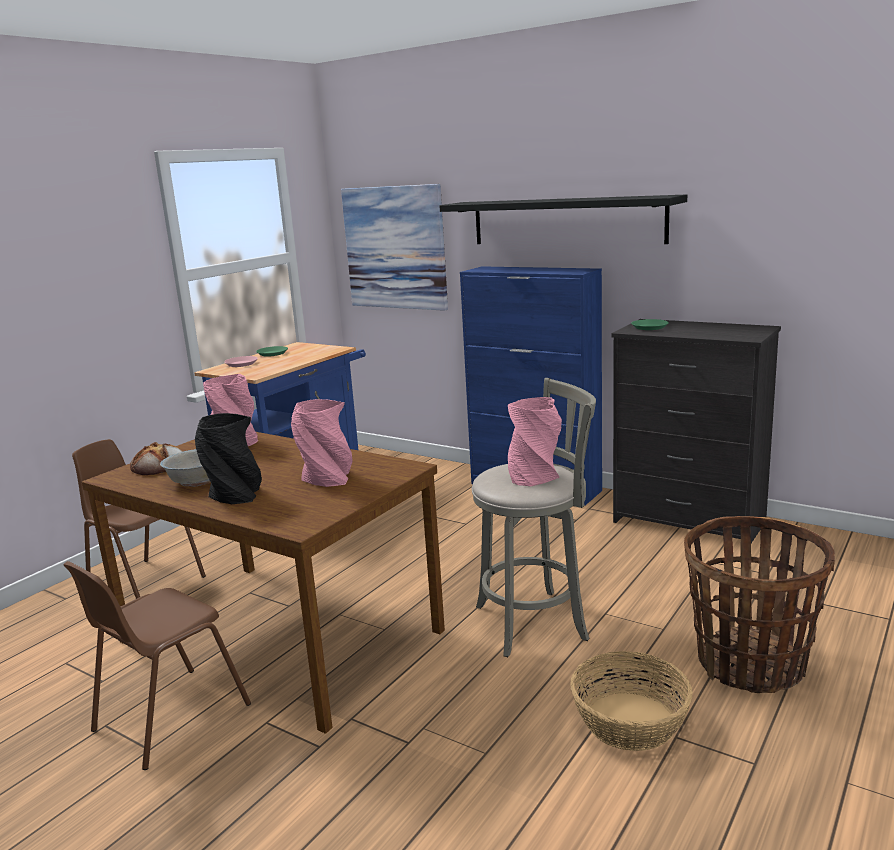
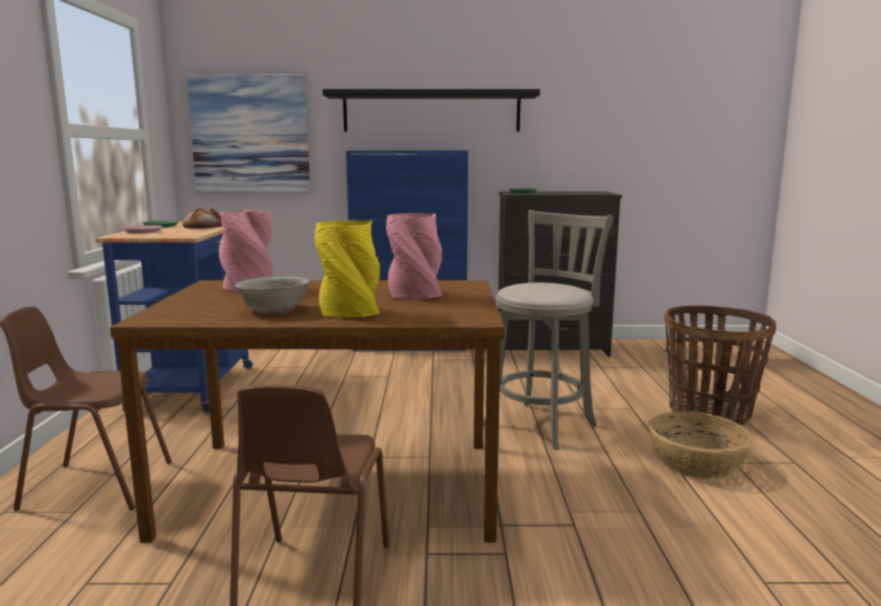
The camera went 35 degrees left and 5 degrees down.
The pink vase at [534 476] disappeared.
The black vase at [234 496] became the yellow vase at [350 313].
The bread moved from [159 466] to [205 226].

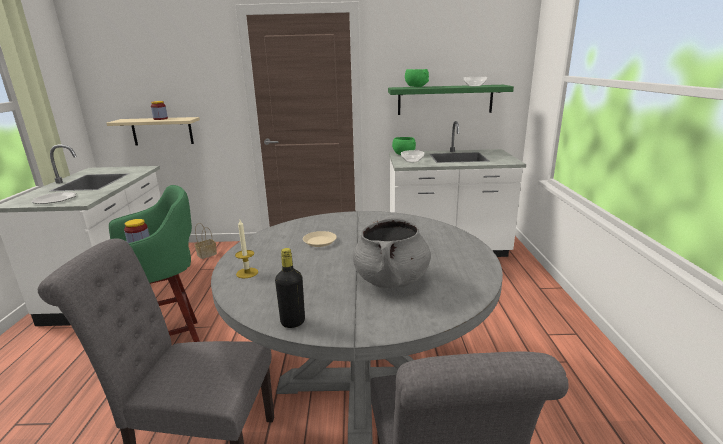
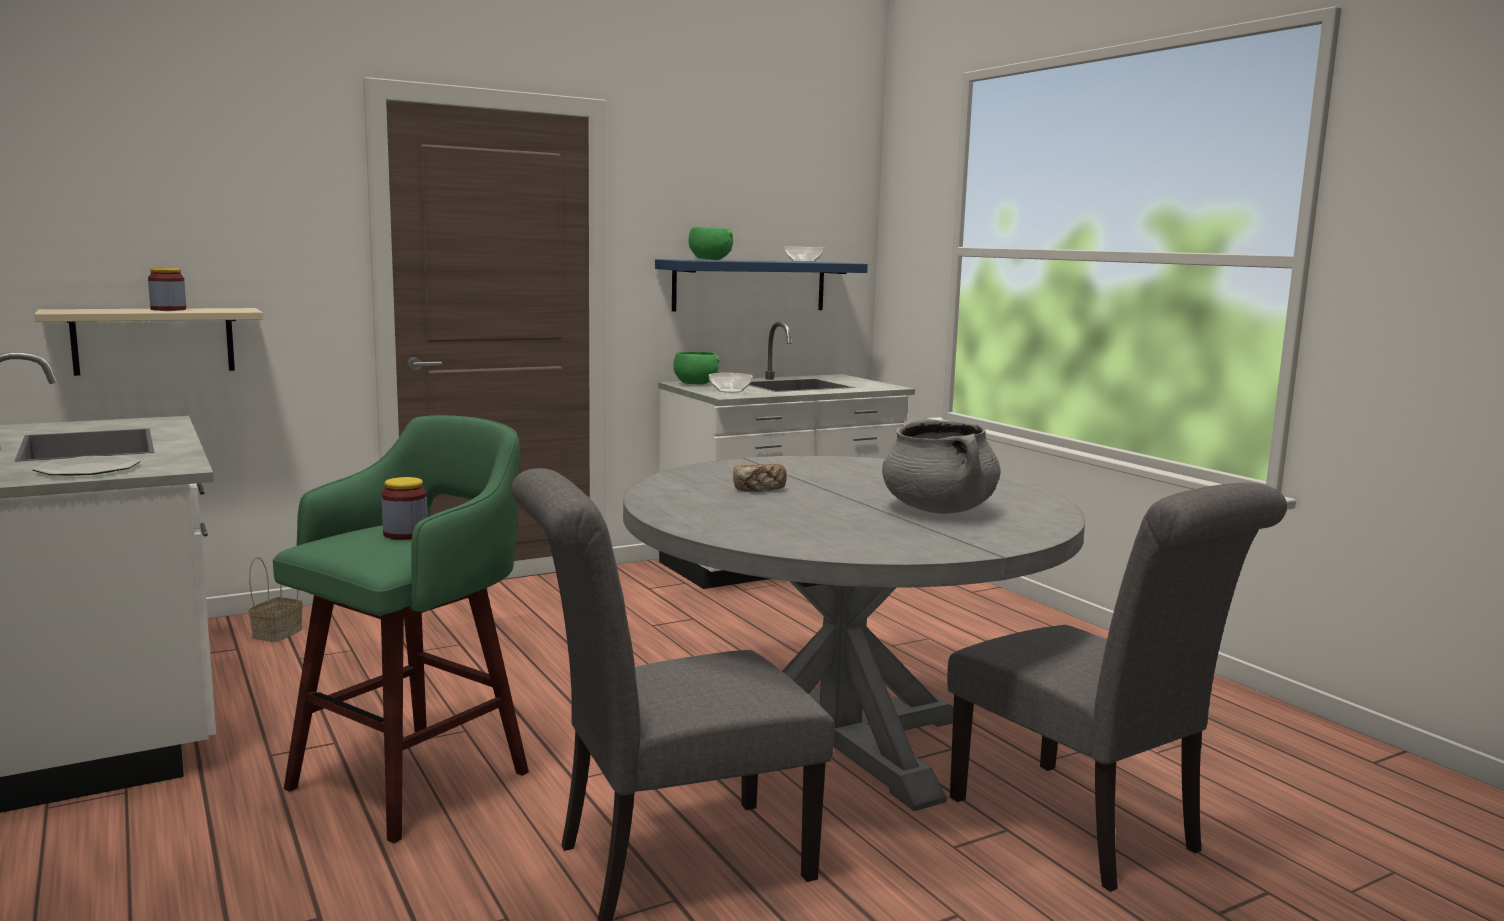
The camera went 30 degrees left and 10 degrees down.
The green shelf at [445 100] became the blue shelf at [750 285].
The candle at [247 273] disappeared.
The beige plate at [319 241] was replaced by the bread at [759 490].
The black bottle at [293 322] disappeared.

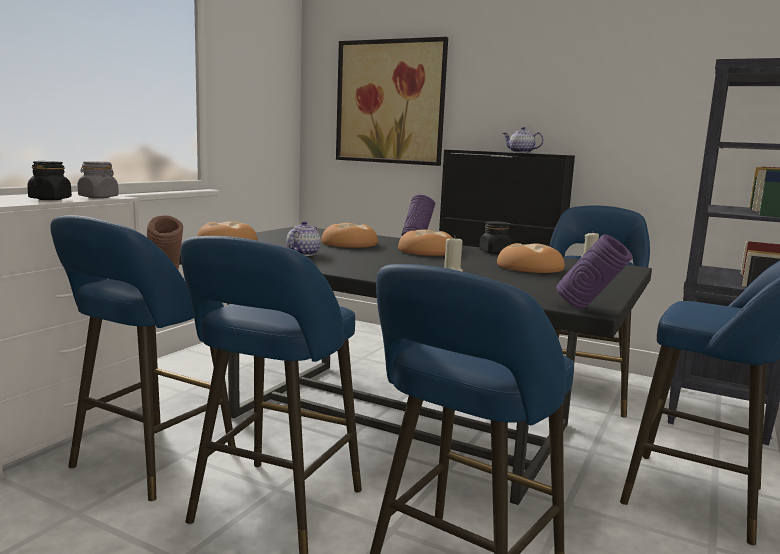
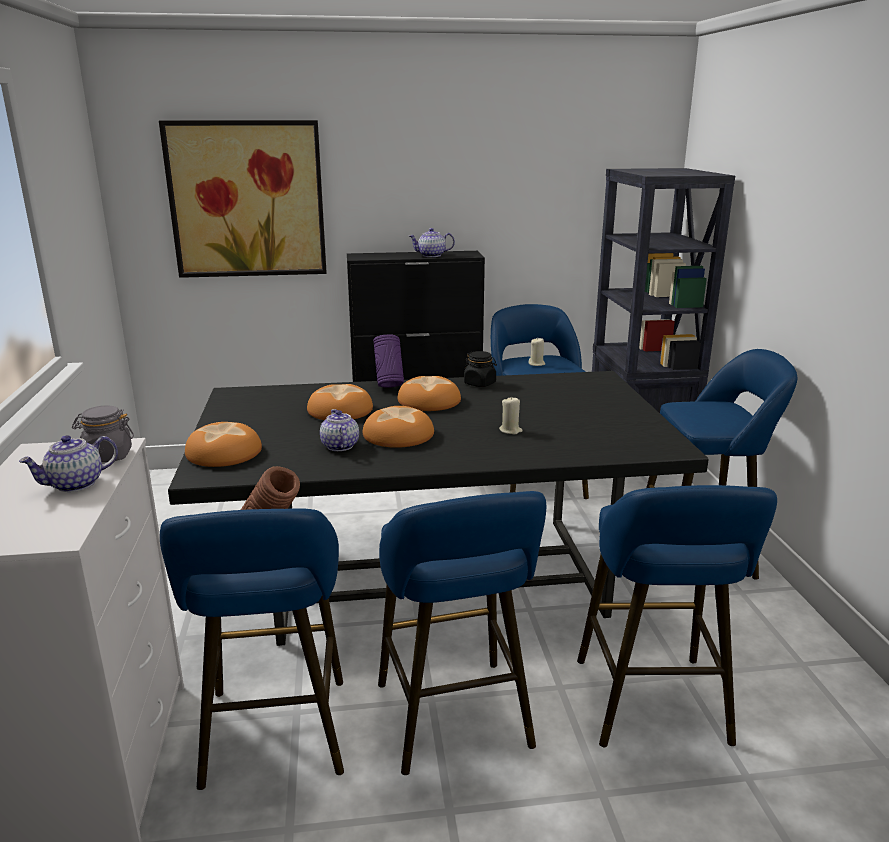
The camera went 35 degrees left and 10 degrees up.
The black jar at [50 199] was replaced by the teapot at [75 484].
The purple vase at [589 309] disappeared.
The bread moved from [530 267] to [399 435].

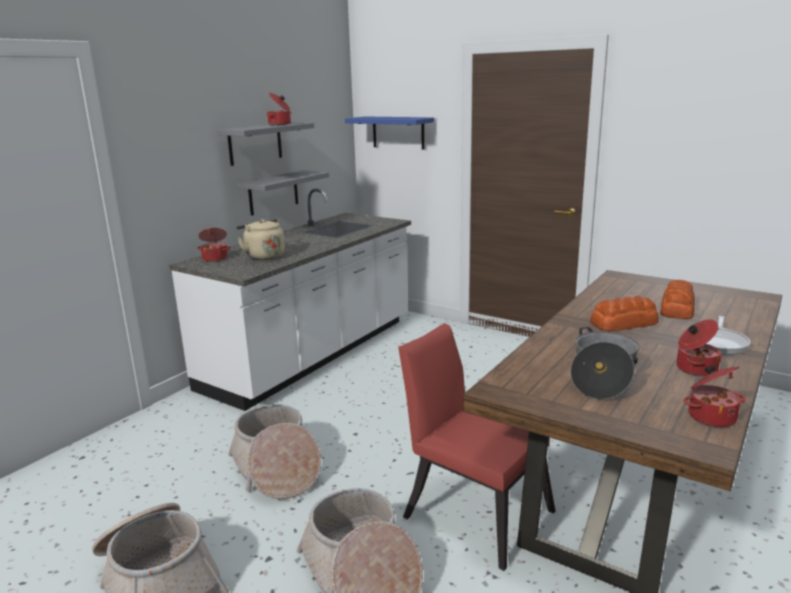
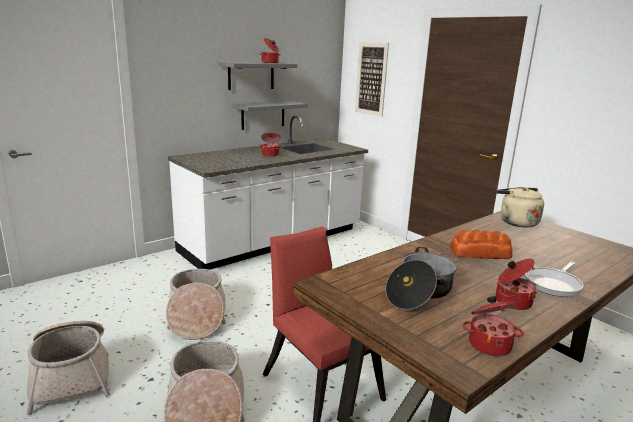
The camera went 15 degrees right and 0 degrees up.
The blue shelf at [398 132] was replaced by the picture at [371 79].
The beige kettle moved from [263 256] to [516 222].
The cooking pot moved from [215 258] to [270 154].
The bread at [677 308] disappeared.

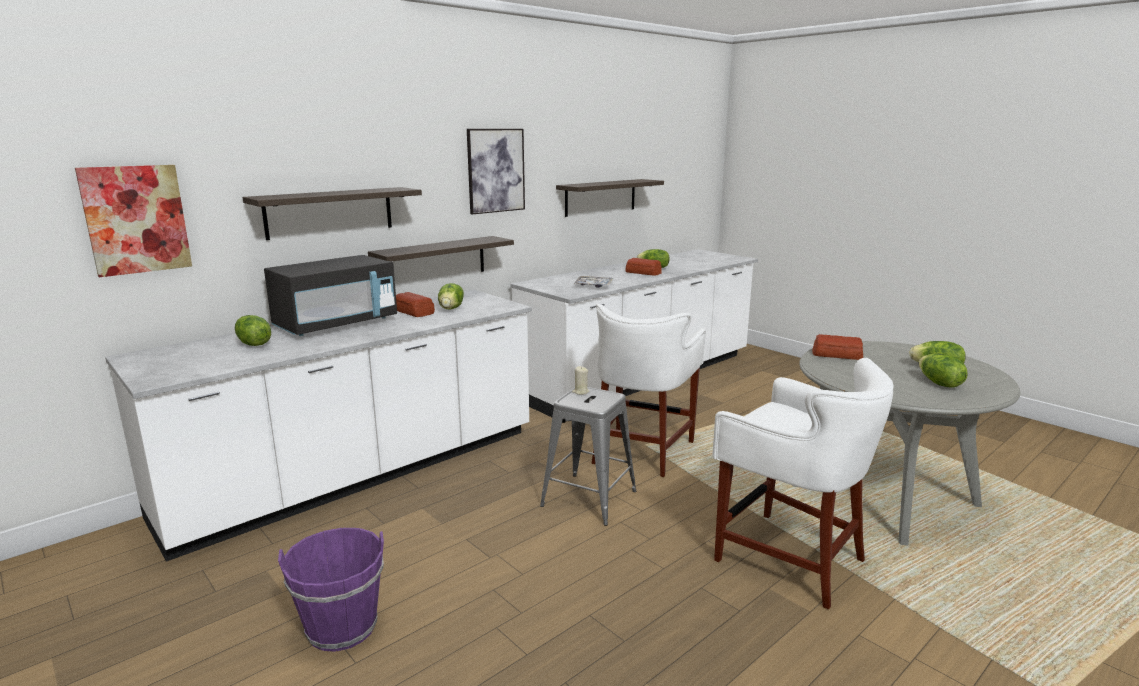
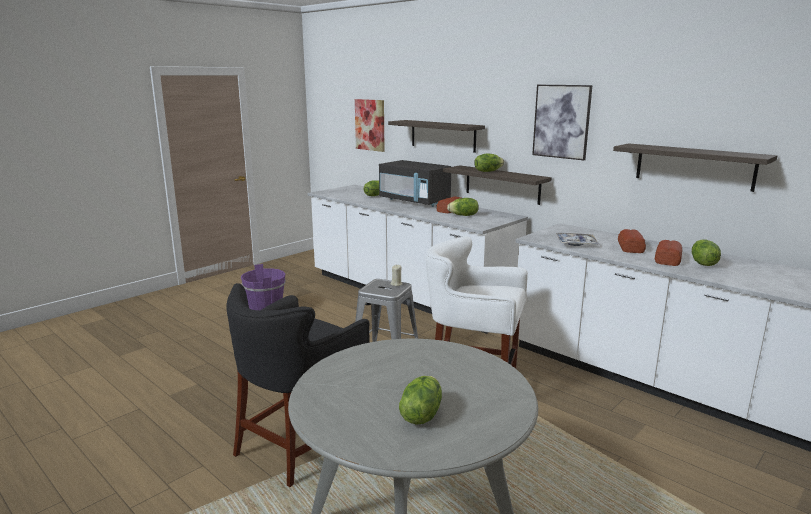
The camera went 85 degrees right and 0 degrees up.
The bread moved from [836 354] to [631 247].
The lettuce moved from [939 383] to [488 171].
The white stool at [789 558] became the black stool at [300 446].

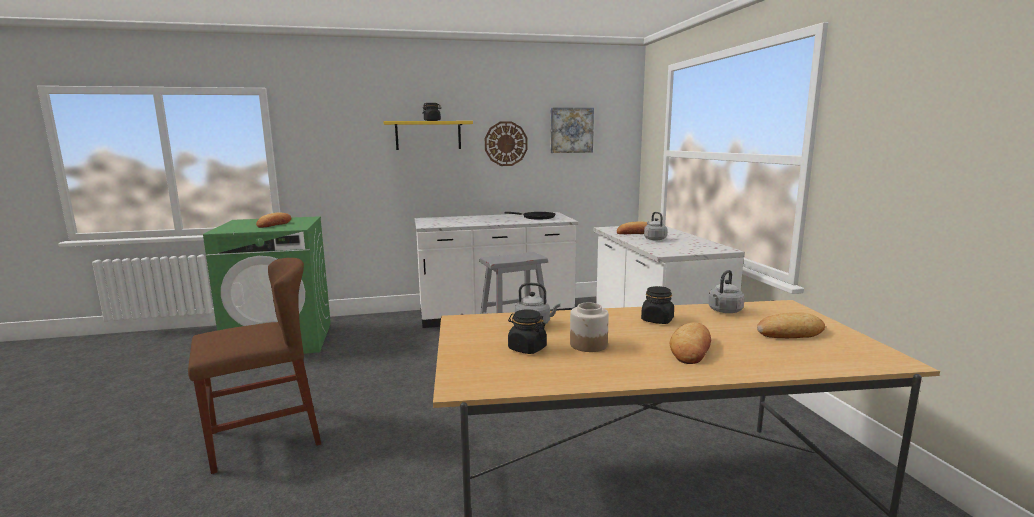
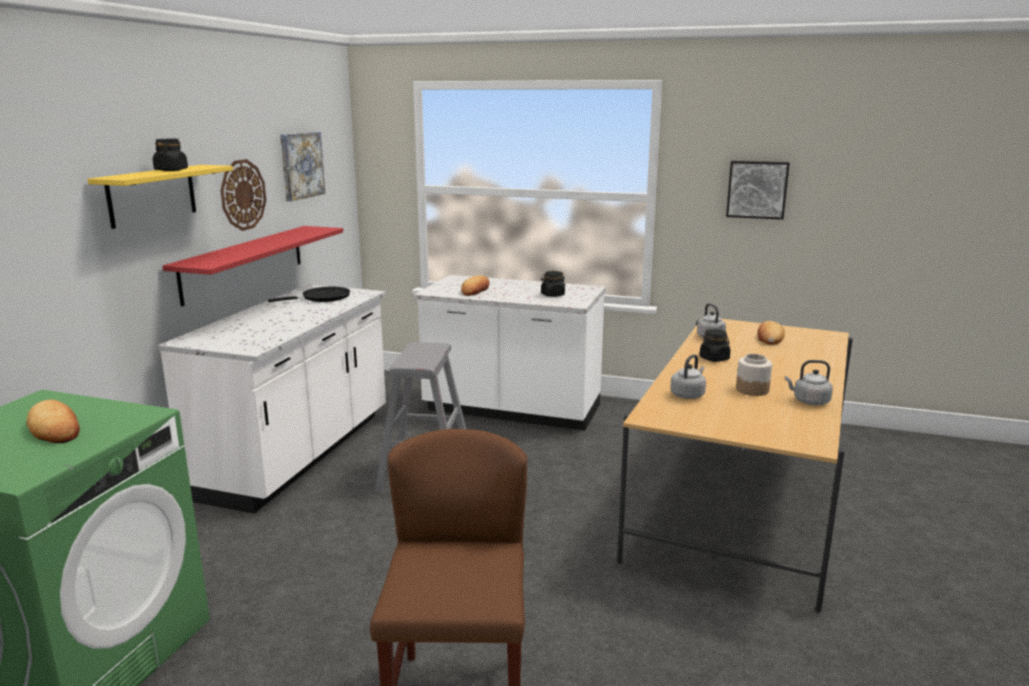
The camera went 60 degrees left and 5 degrees up.
The grey kettle moved from [654 239] to [809 401].
The black jar moved from [527 348] to [552 295].
The bread at [691 348] disappeared.
The picture at [757 189] appeared.
The red shelf at [244 263] appeared.

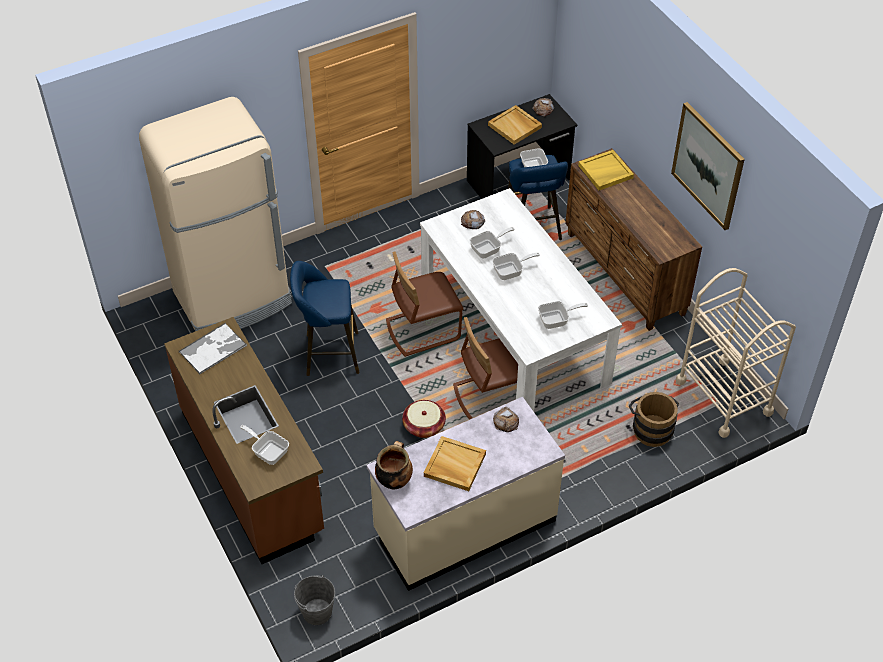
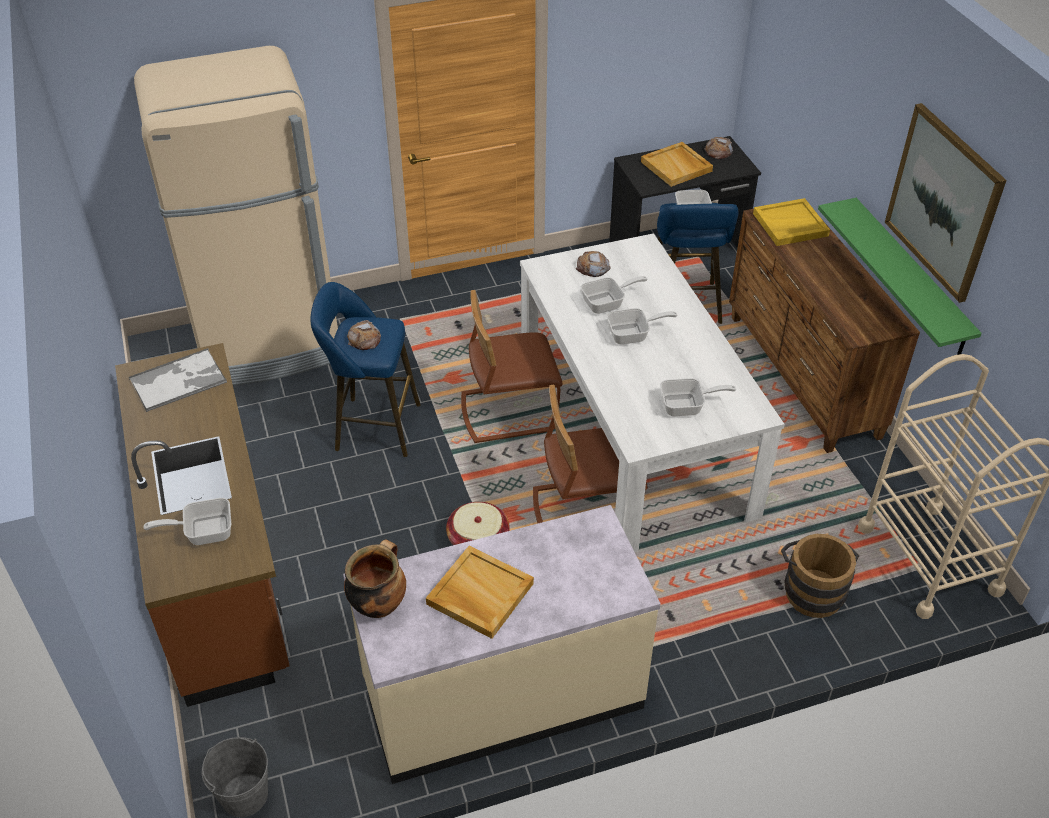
The camera went 10 degrees right and 5 degrees down.
The bread moved from [506 422] to [364 339].
The frying pan at [268 451] turned 60 degrees counterclockwise.
The green shelf at [910 277] appeared.

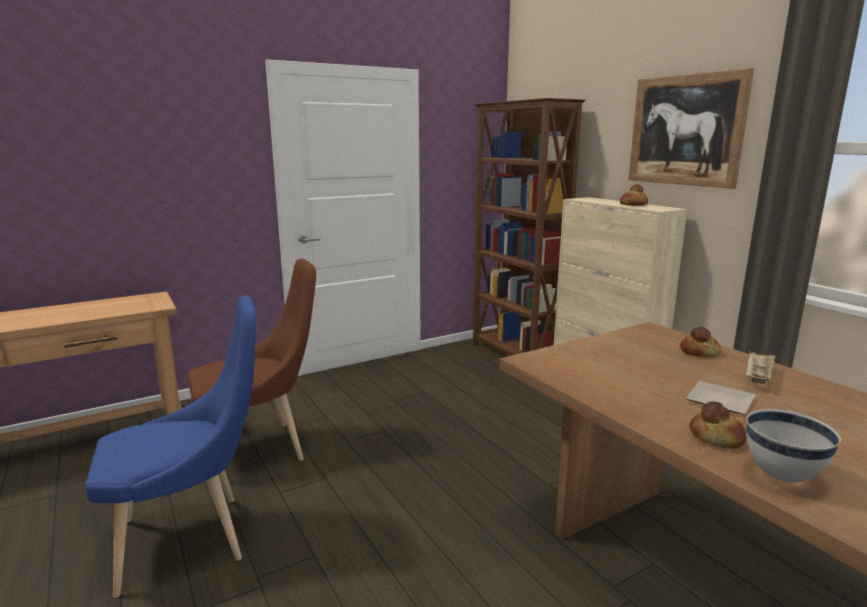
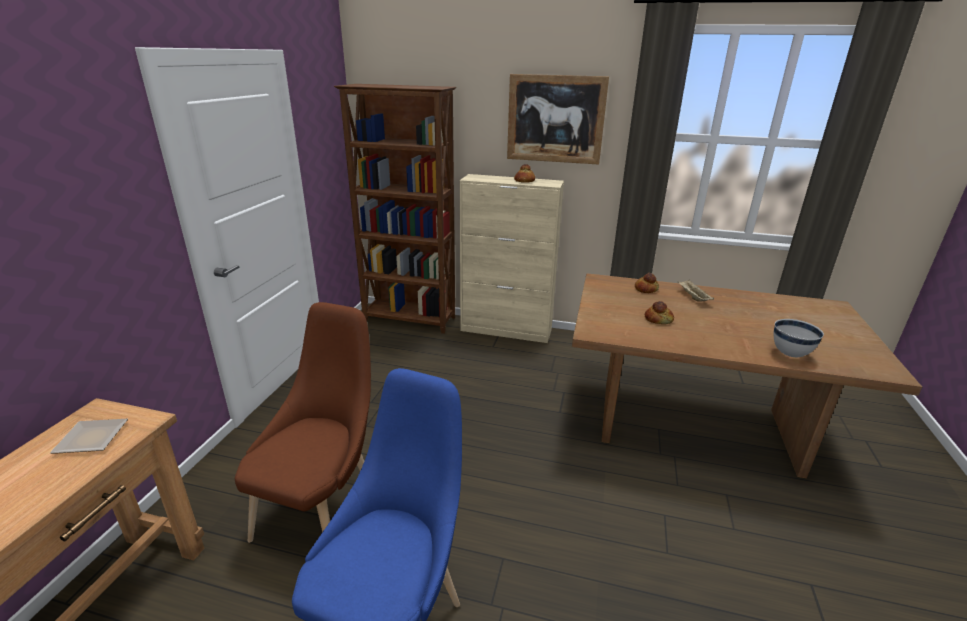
The camera went 45 degrees left and 10 degrees up.
The plate moved from [717 401] to [89 440].
The bread moved from [717 437] to [658 319].

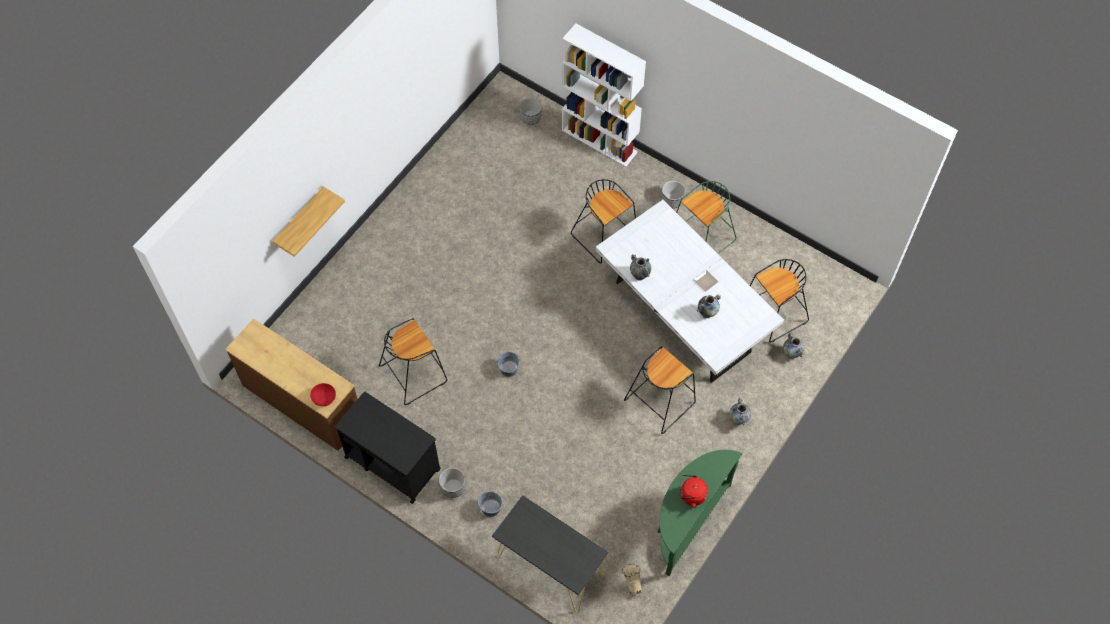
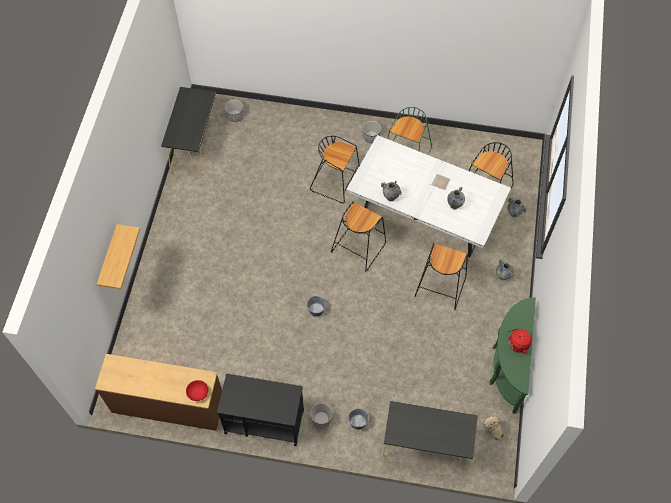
The camera went 25 degrees left and 0 degrees up.
The white bookcase at [600 141] disappeared.
The black stool moved from [414 373] to [358 247].
The black console table at [195 146] appeared.

